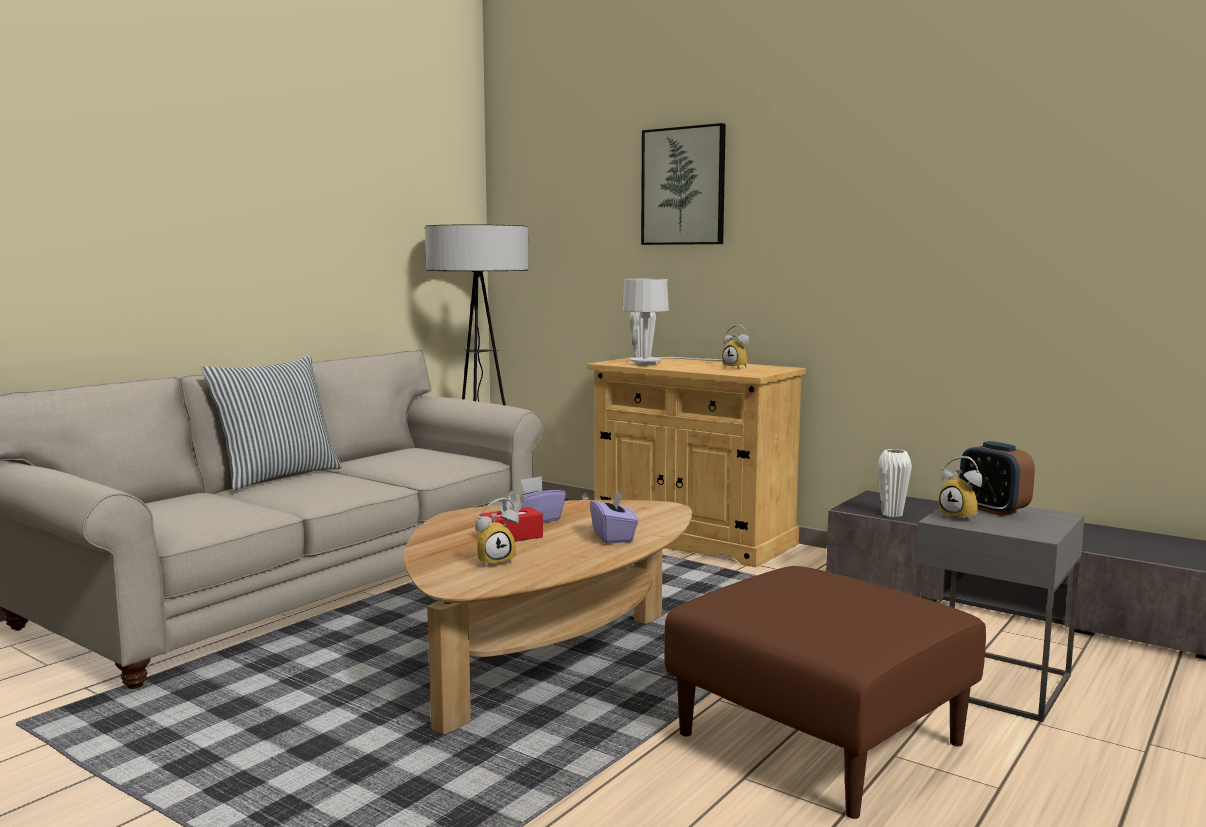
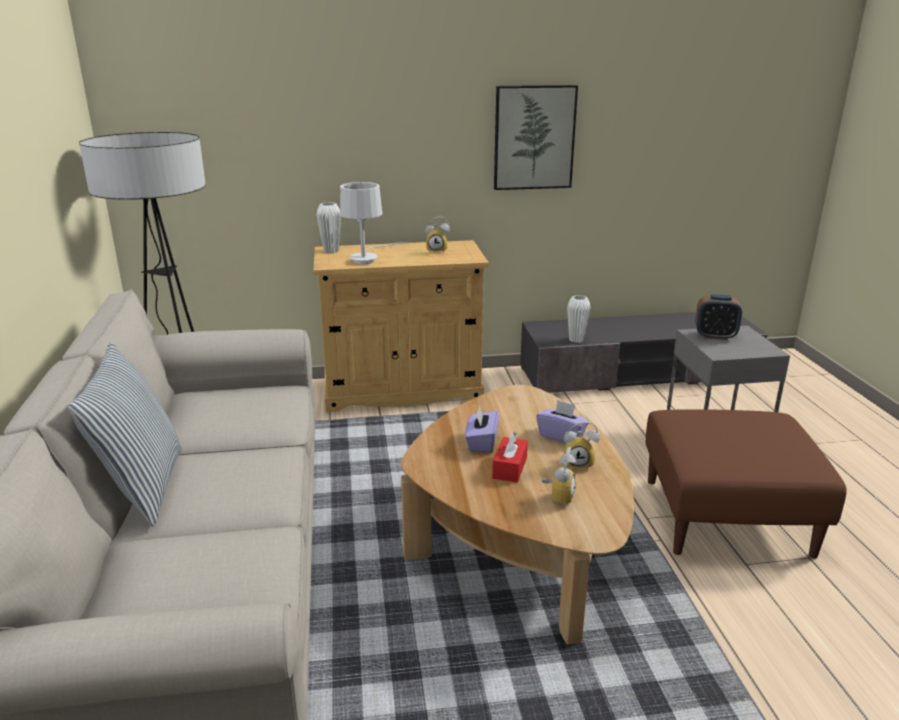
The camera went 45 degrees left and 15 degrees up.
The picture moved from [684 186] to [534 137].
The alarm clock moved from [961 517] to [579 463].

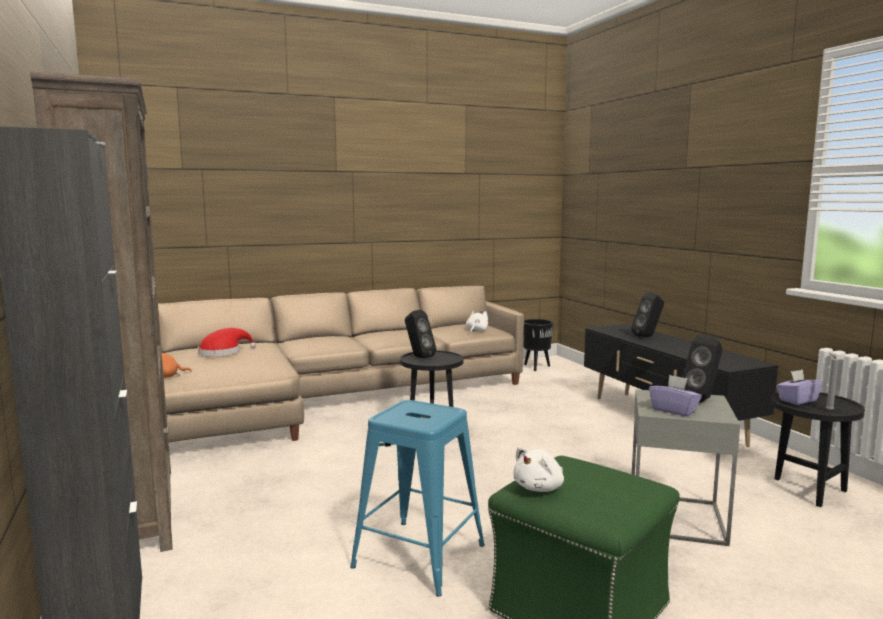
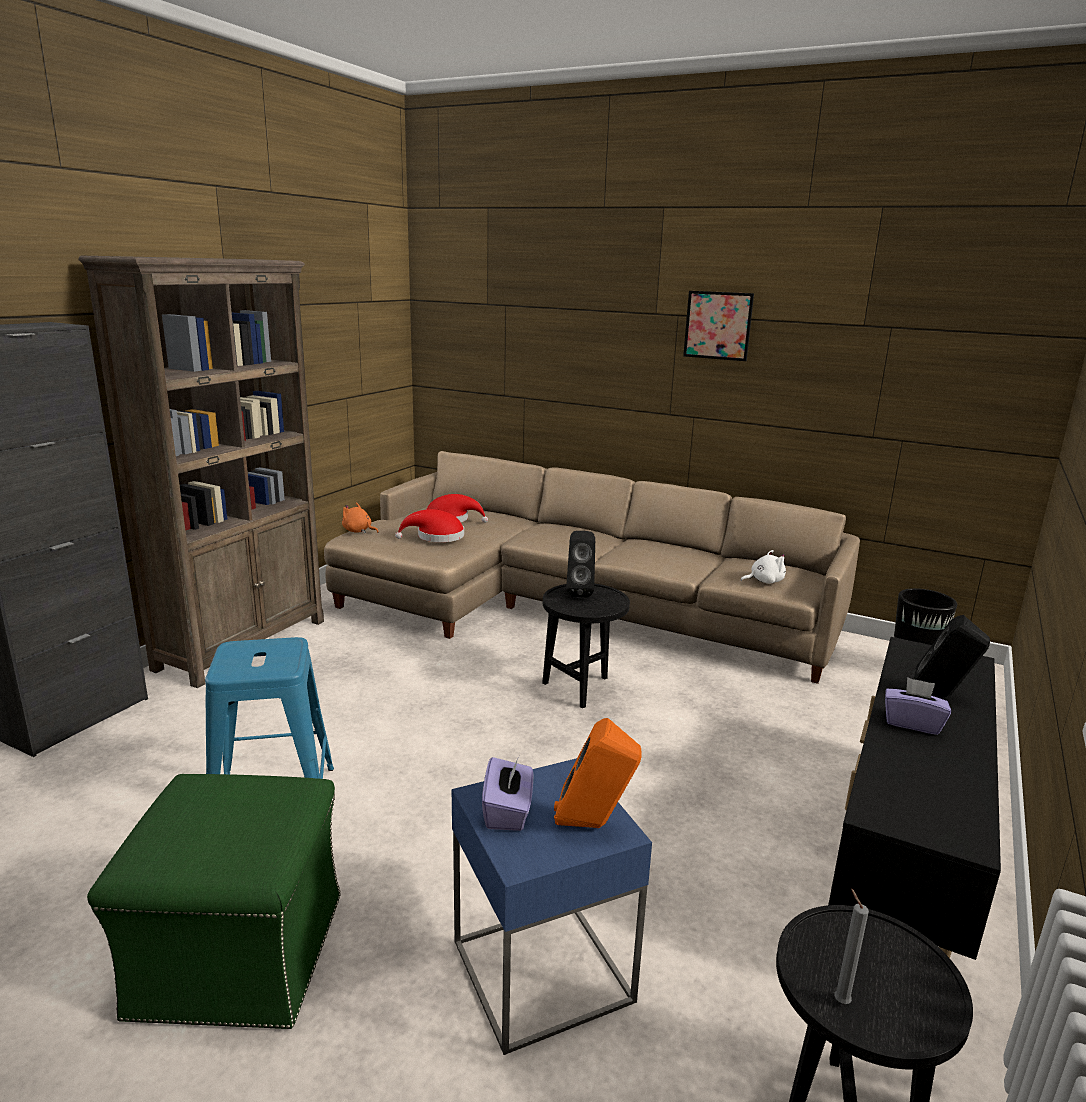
The camera went 50 degrees right and 10 degrees up.
The black speaker at [702 400] became the orange speaker at [594 826].
The purple tissue box moved from [797 400] to [912 723].
The grey side table at [676 518] became the blue side table at [542 971].
The white plush toy at [540 488] disappeared.
The picture at [718 325] appeared.
The red hat at [436 537] appeared.

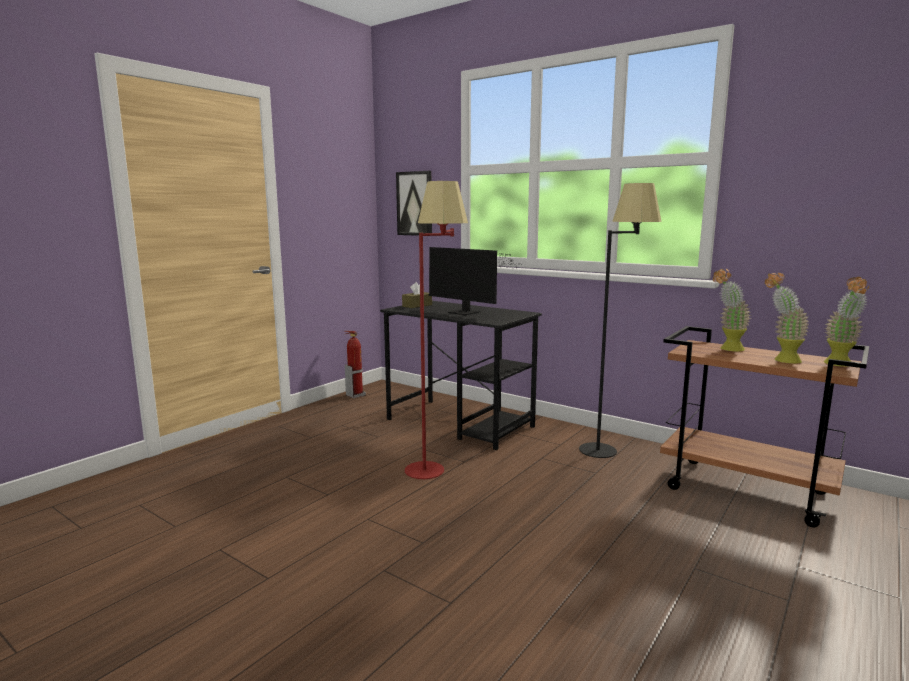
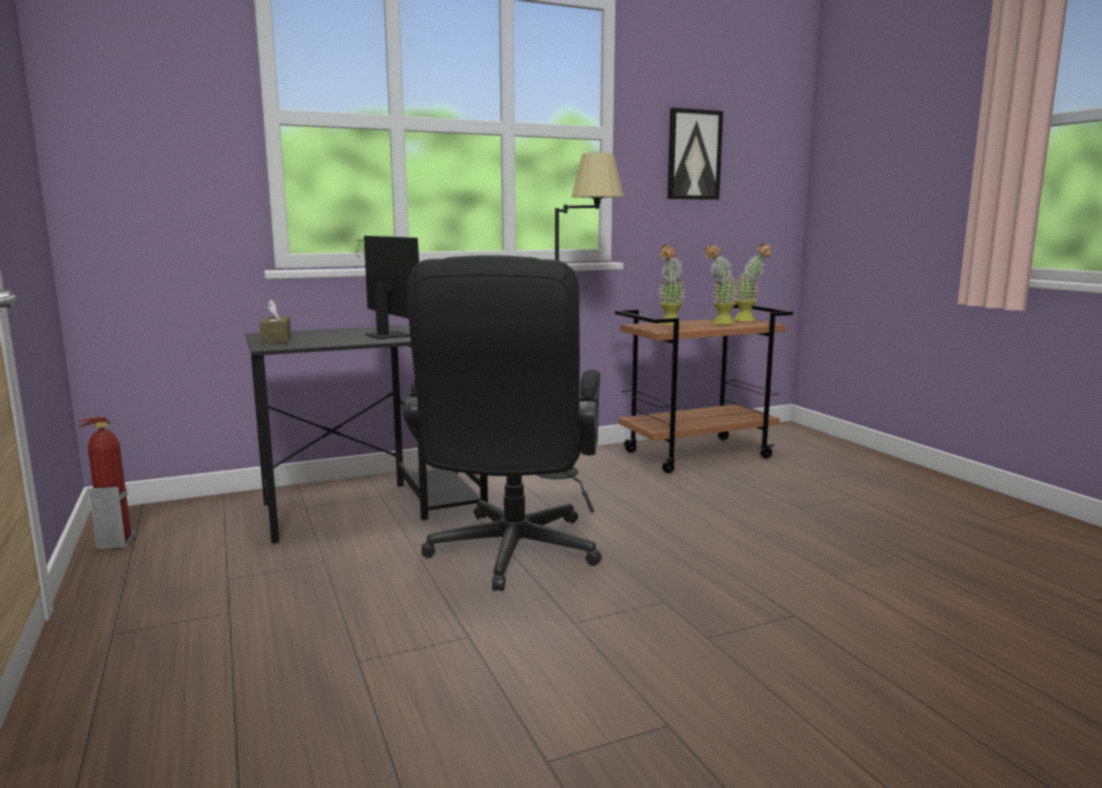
The camera went 60 degrees left and 0 degrees up.
The picture moved from [415 203] to [693 155].
The red floor lamp at [436 476] was replaced by the black office chair at [510 556].
The monitor at [466 313] turned 105 degrees counterclockwise.

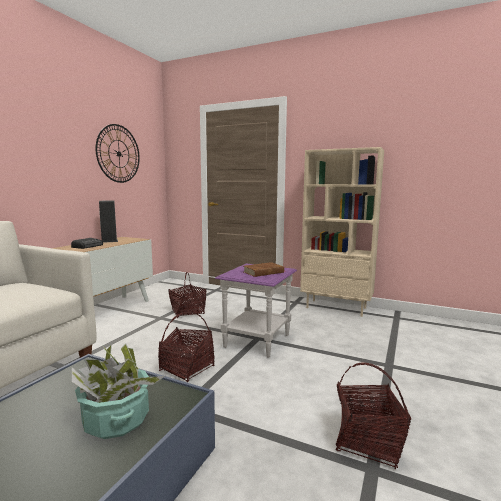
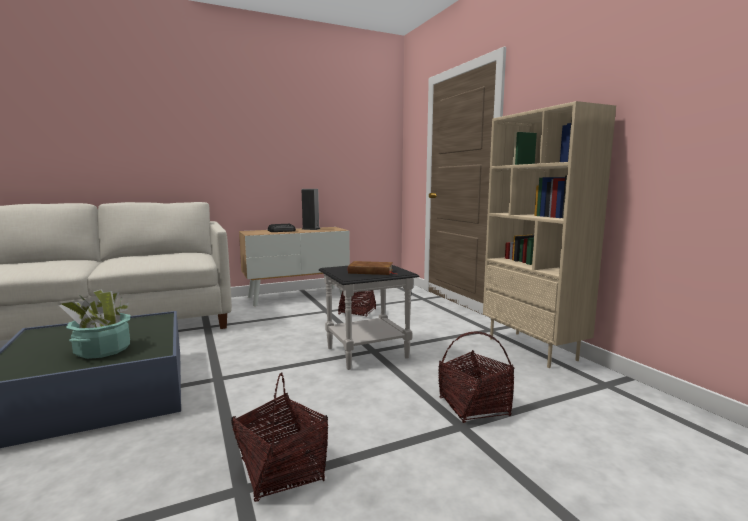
The camera went 40 degrees right and 0 degrees up.
The wall clock at [118 153] disappeared.
The purple side table at [257 340] became the black side table at [368 353].
The basket moved from [187 368] to [474 407].

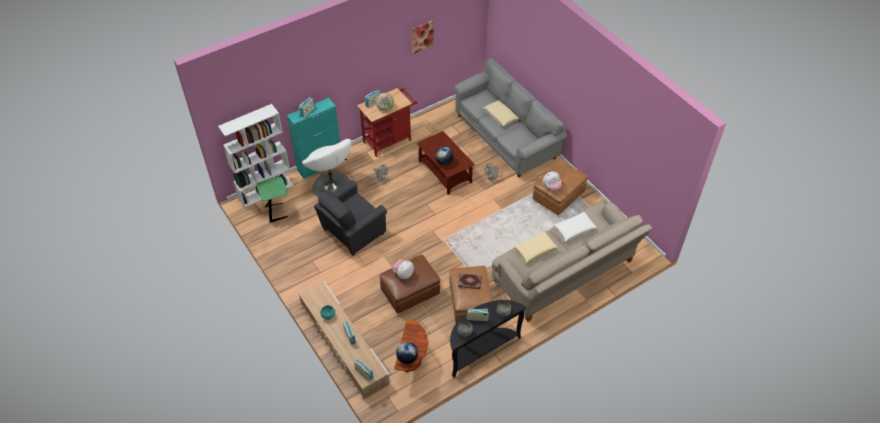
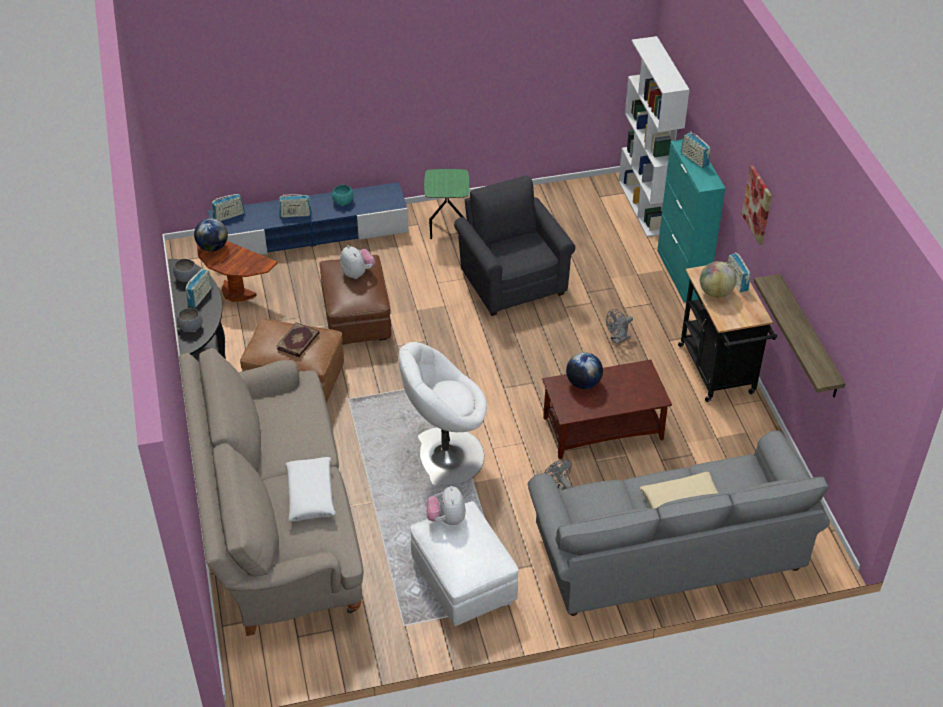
The camera went 110 degrees right and 5 degrees down.
The picture moved from [422 36] to [758 205].
The red cart at [389 140] became the black cart at [718 373].
The white armchair moved from [332 187] to [444 456].
The brown ottoman at [558 196] became the white ottoman at [464 581].
The green side table moved from [277 212] to [447 230].
The beige pillow at [535 250] disappeared.
The beige tv stand at [344 343] became the blue tv stand at [310 234].
The shelf at [809 337] appeared.

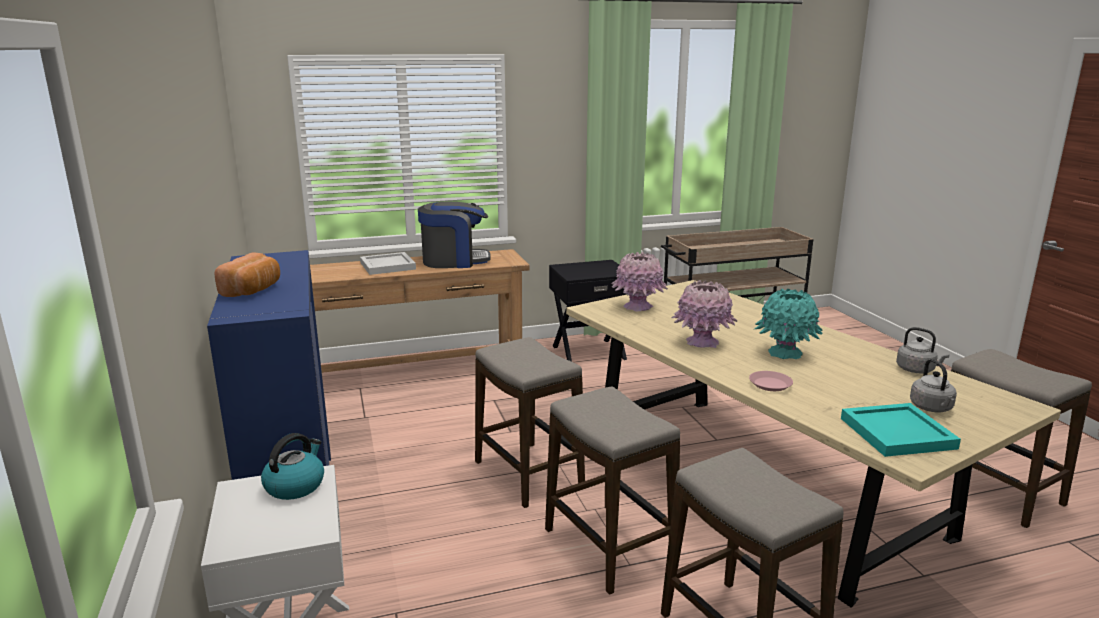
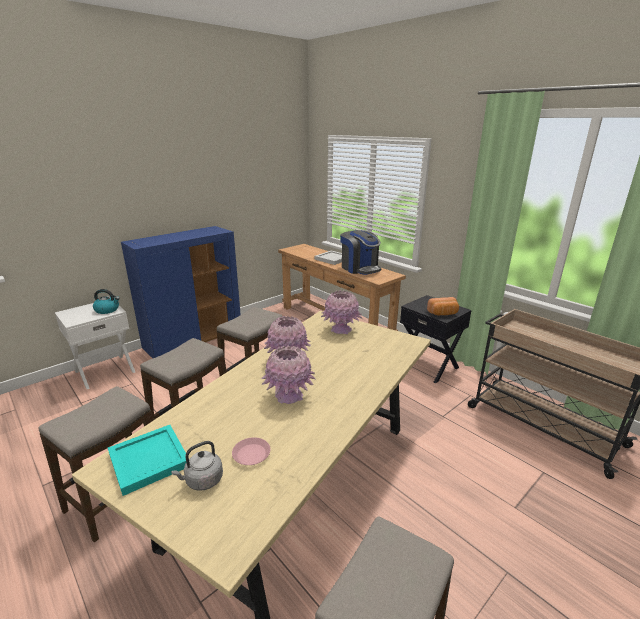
The camera went 65 degrees right and 5 degrees up.
The bread moved from [253 290] to [443 313].
The turquoise vase at [785 353] became the pink vase at [289 396].
The grey kettle at [917 370] disappeared.
The pink plate moved from [770 384] to [251 454].

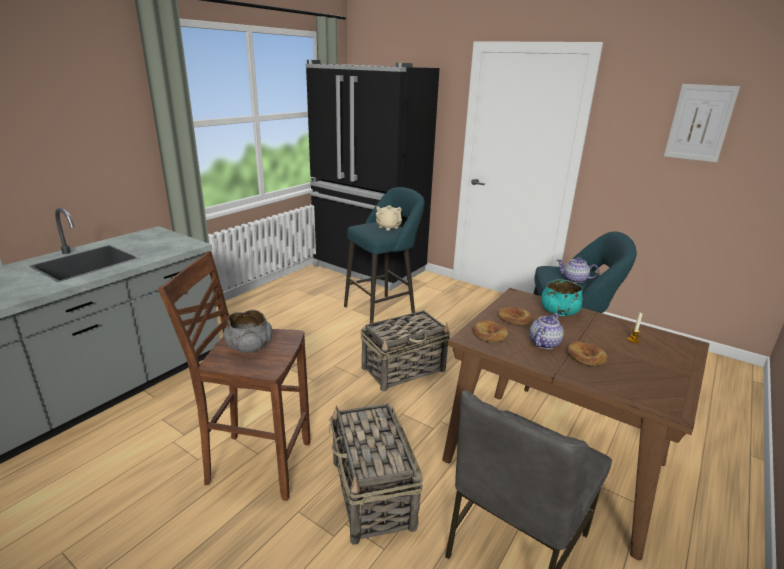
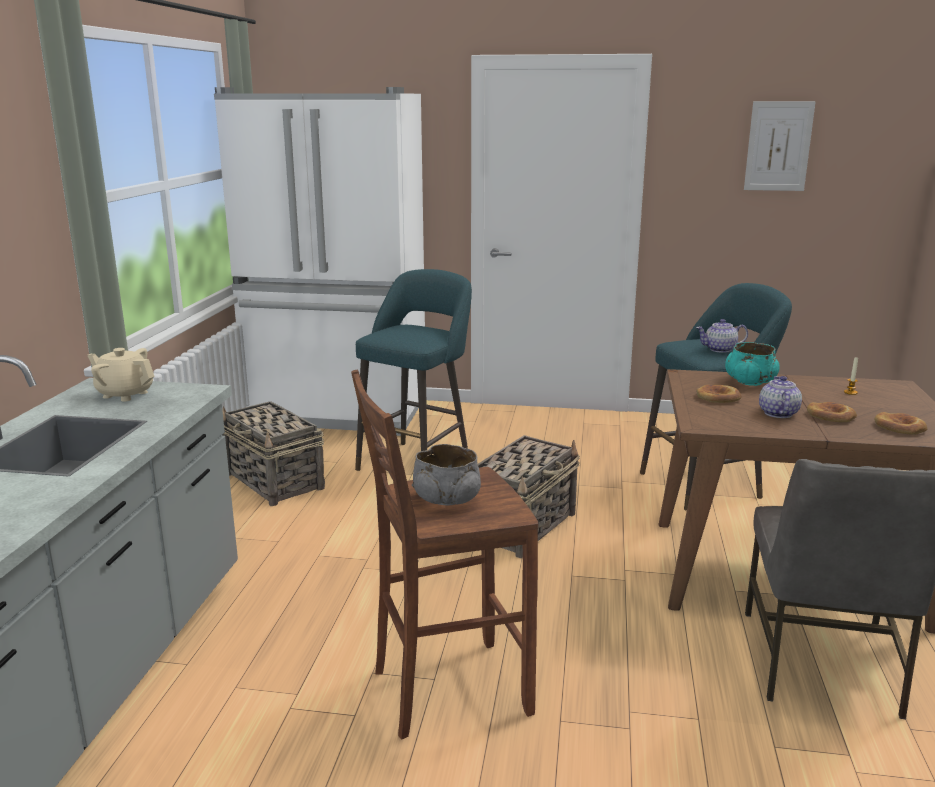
The camera went 25 degrees left and 5 degrees down.
The black fridge at [368 269] became the white fridge at [338 414].
The beige teapot moved from [388 227] to [125 394].
The bread moved from [489 334] to [900 427].
The basket moved from [372 495] to [275 481].

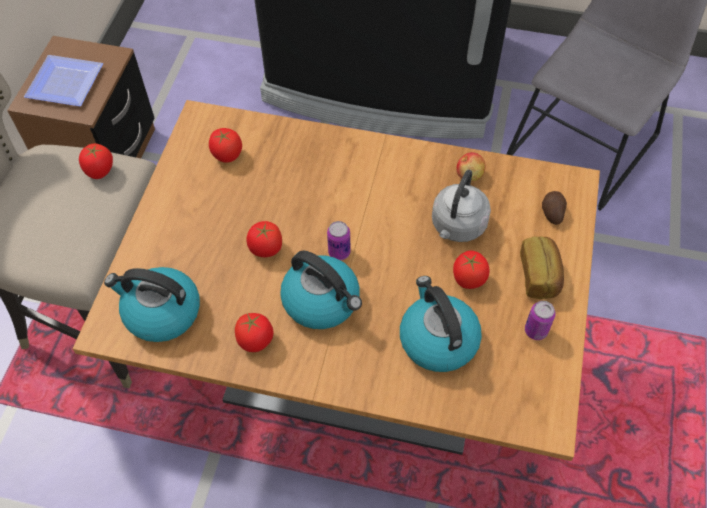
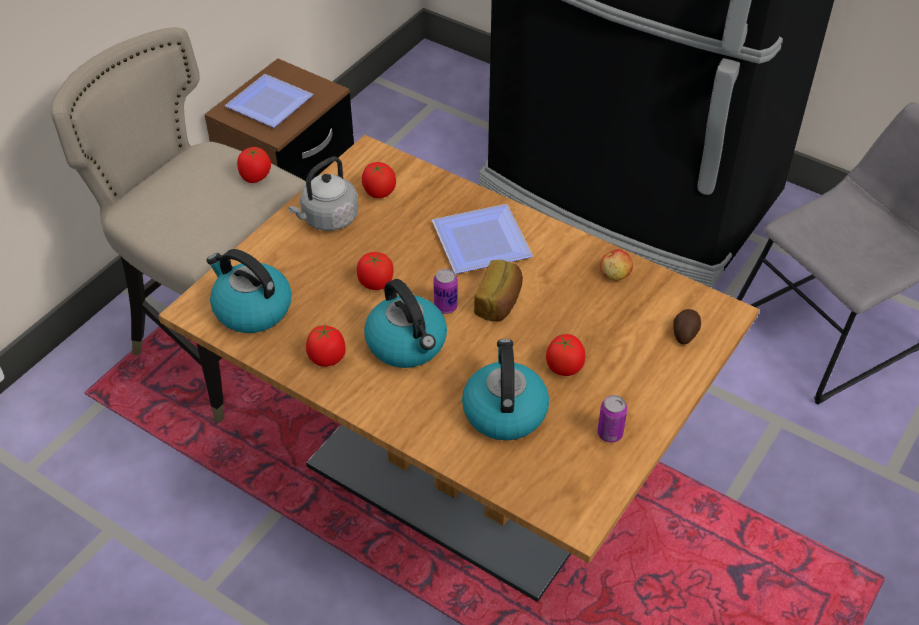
The camera went 20 degrees right and 10 degrees down.
The grey kettle moved from [457 226] to [327 219].
The bread moved from [540 275] to [500 302].
The plate at [485 243] appeared.

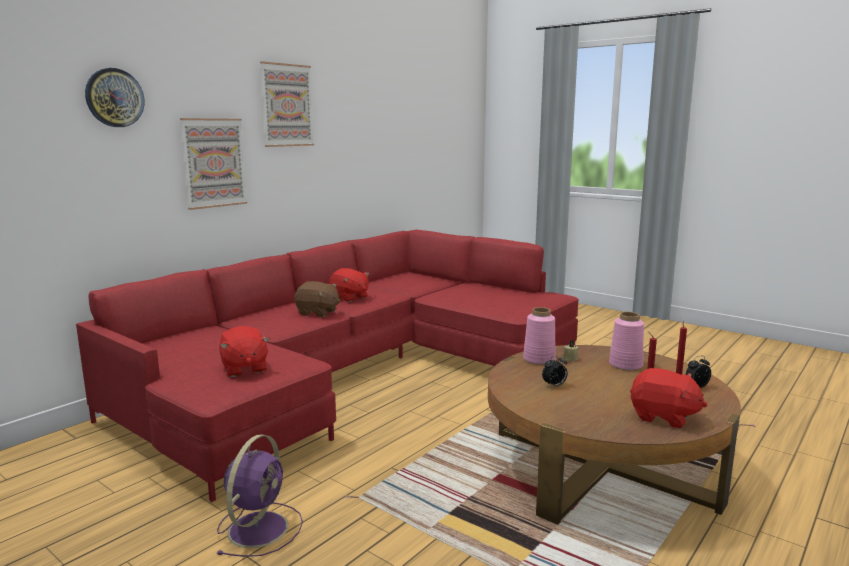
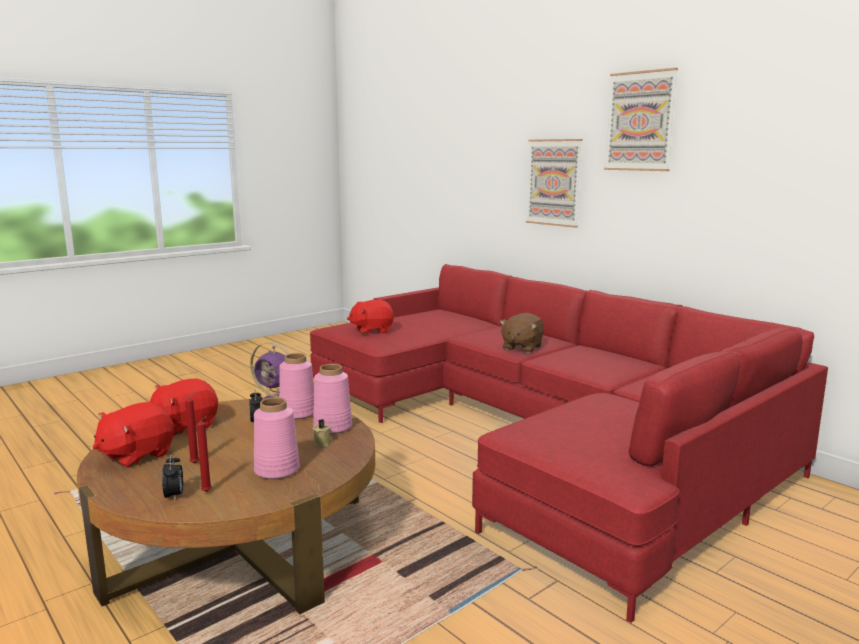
The camera went 100 degrees right and 0 degrees up.
The wall clock at [114 98] disappeared.
The red plush toy moved from [349 297] to [185 425].
The pink vase at [297 413] appeared.

